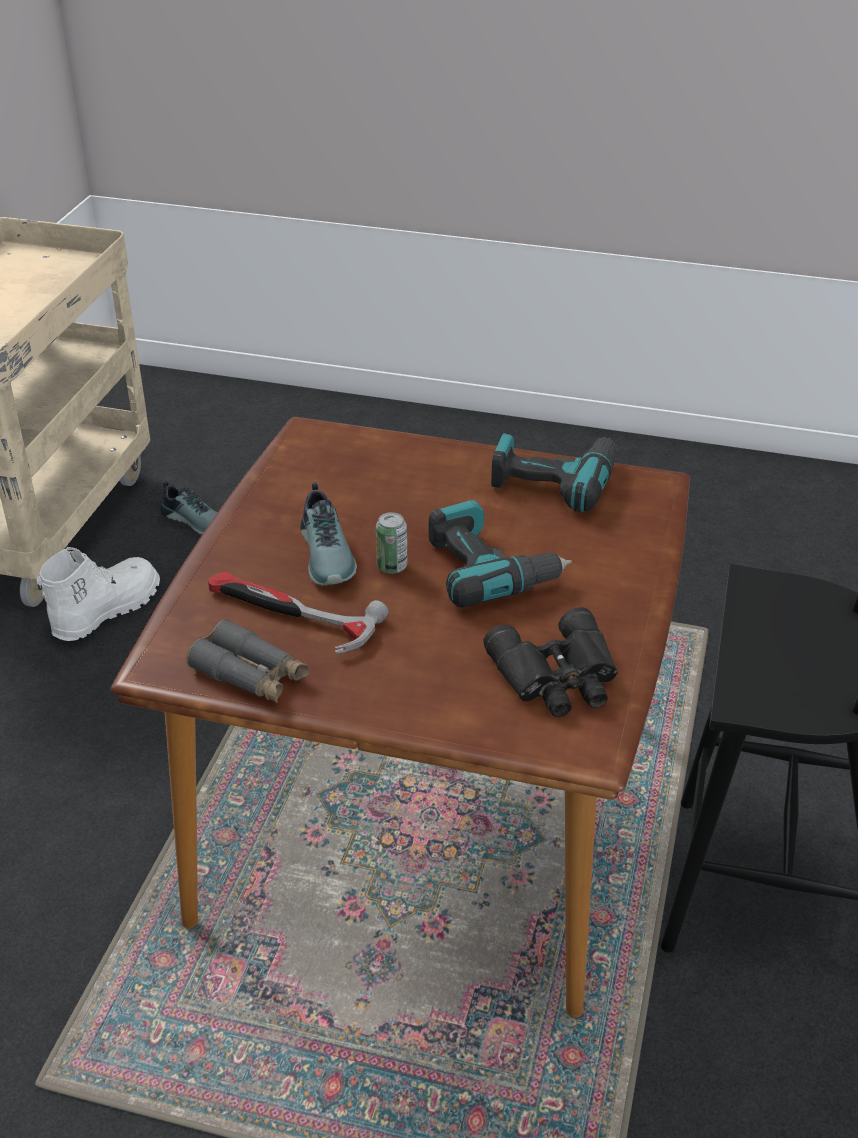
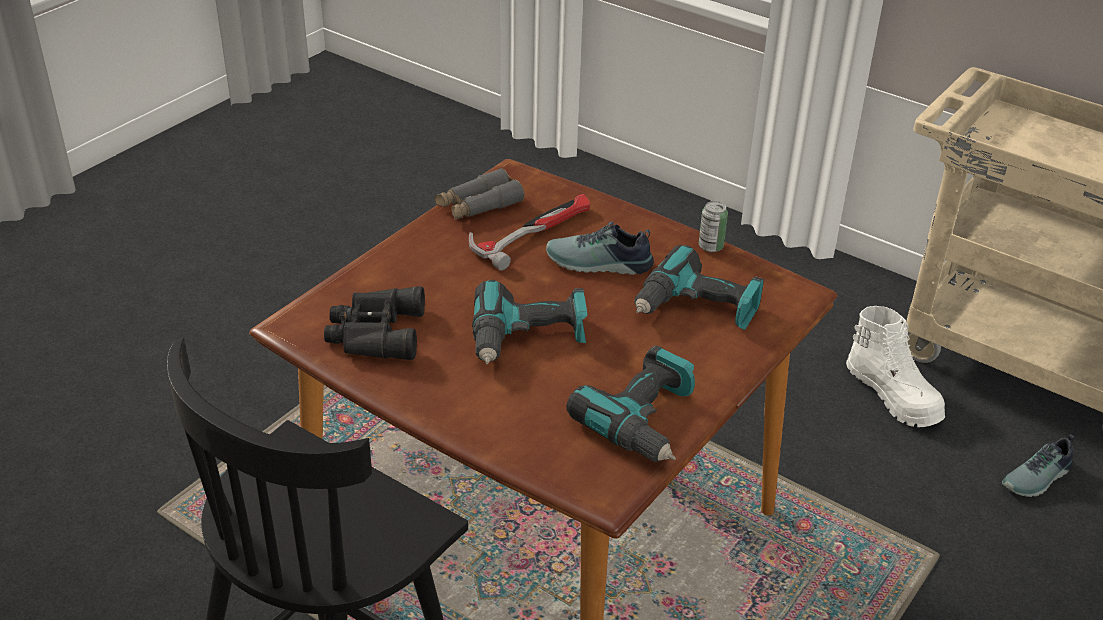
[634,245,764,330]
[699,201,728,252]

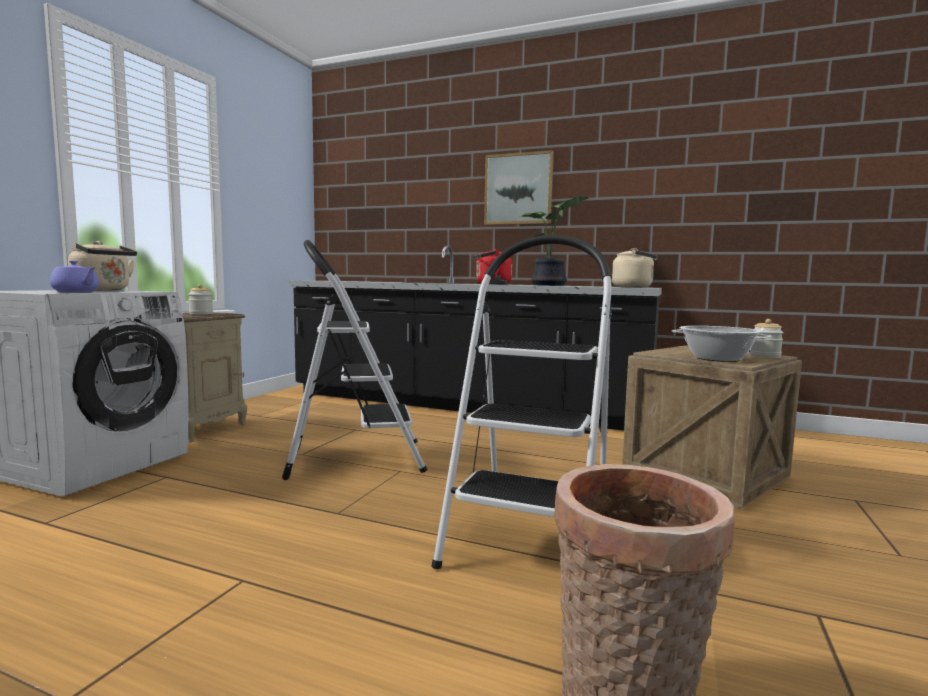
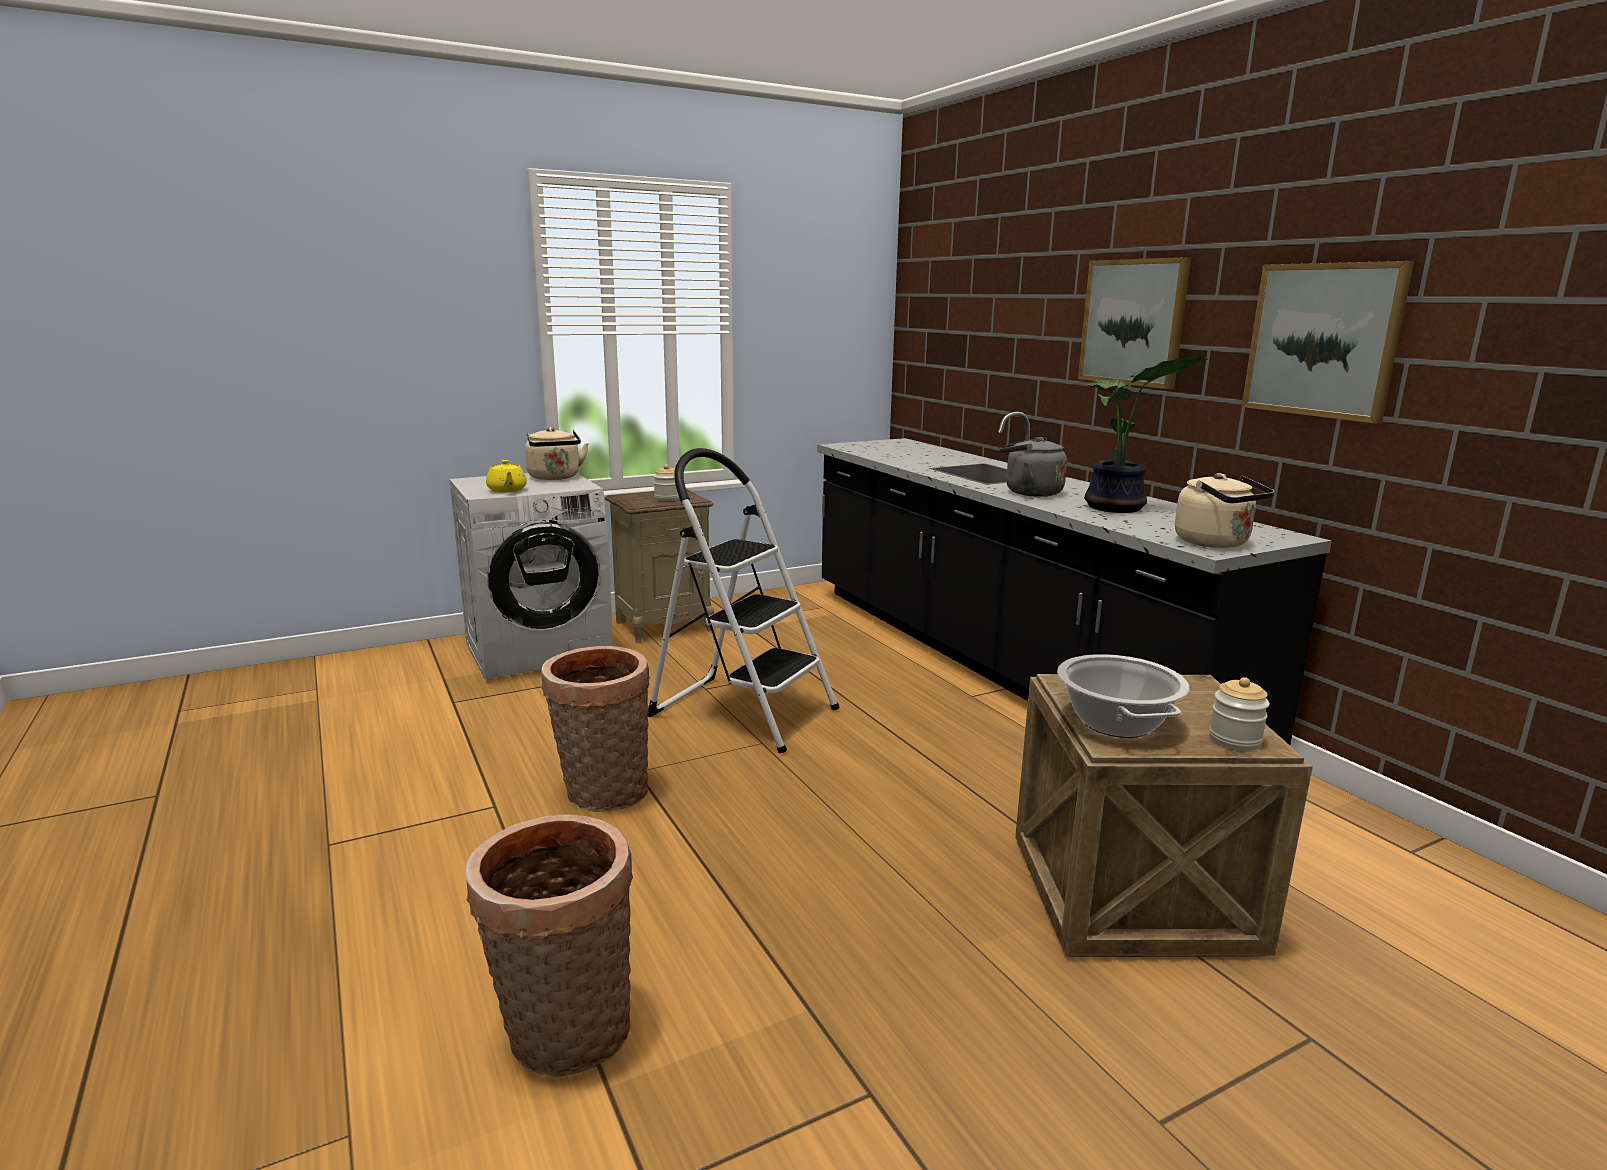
[431,235,612,569] (first image)
[541,646,650,812]
[1242,261,1414,423]
[486,460,527,493]
[1000,437,1067,497]

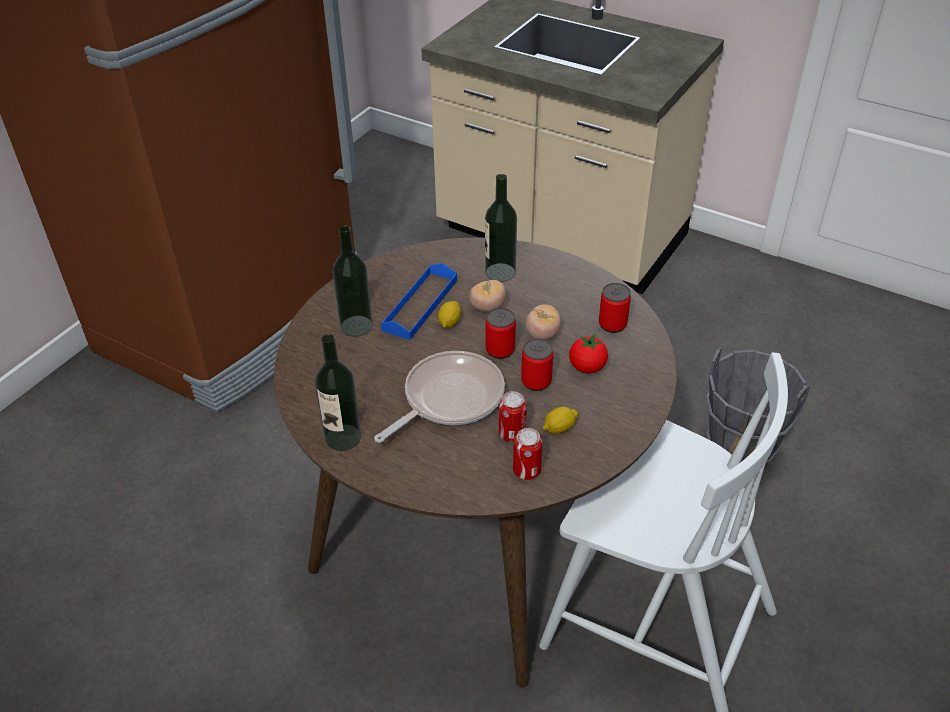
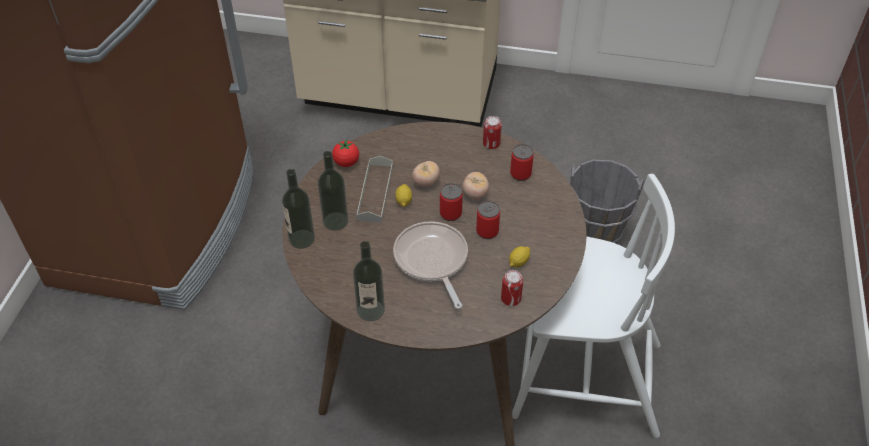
[282,169,315,249]
[483,116,502,149]
[332,139,359,167]
[356,156,393,223]
[393,222,468,309]

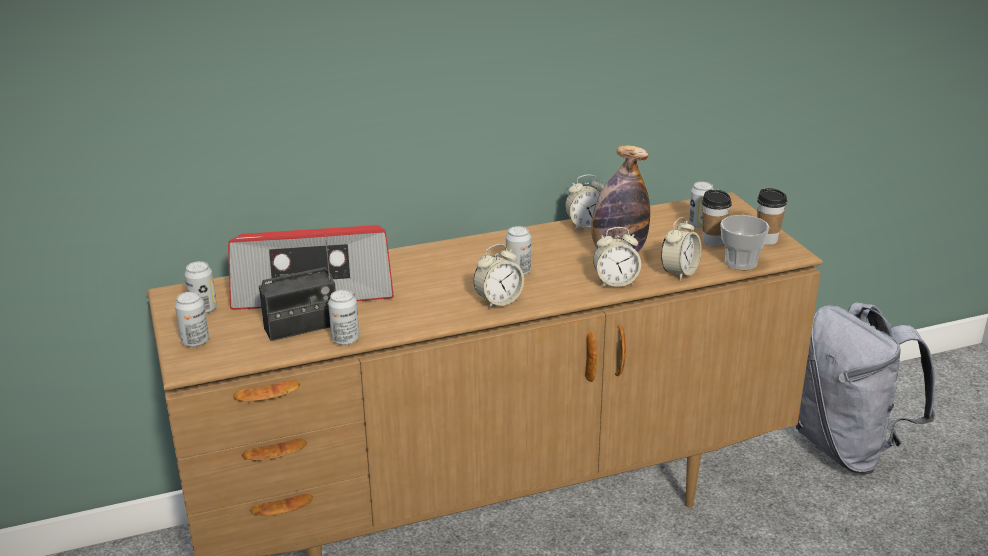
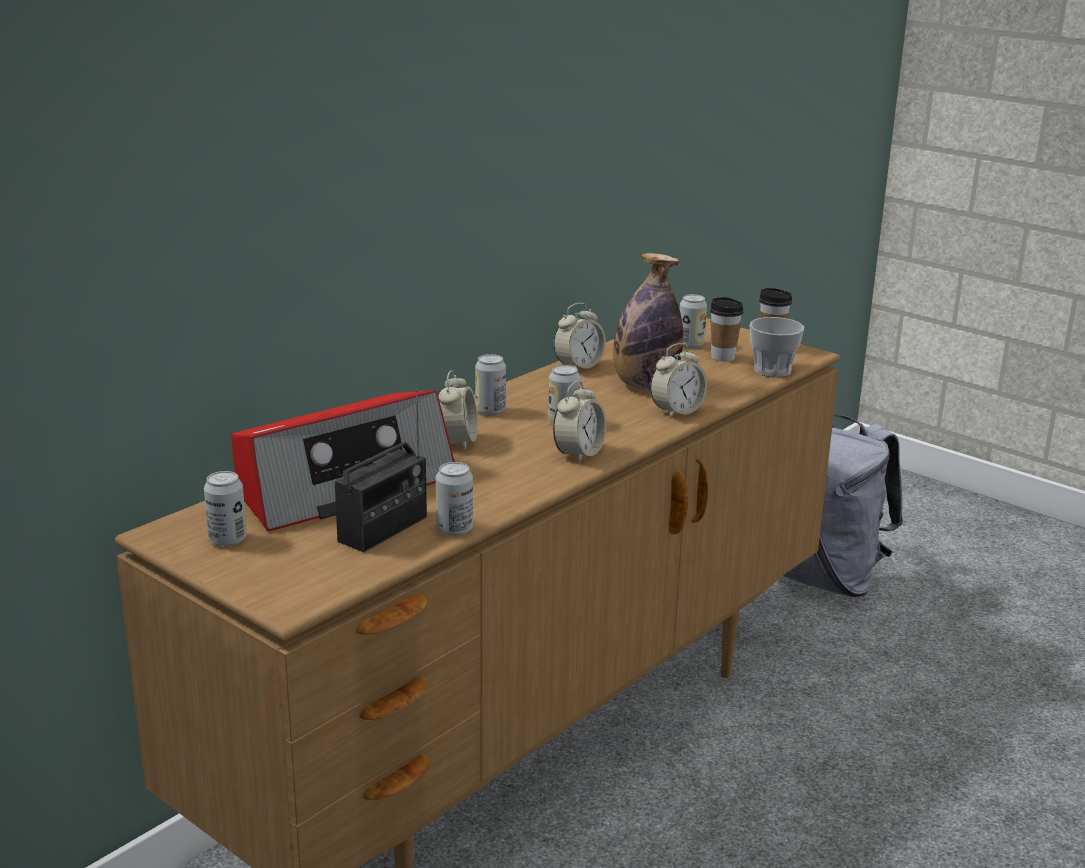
[475,354,506,416]
[438,370,478,451]

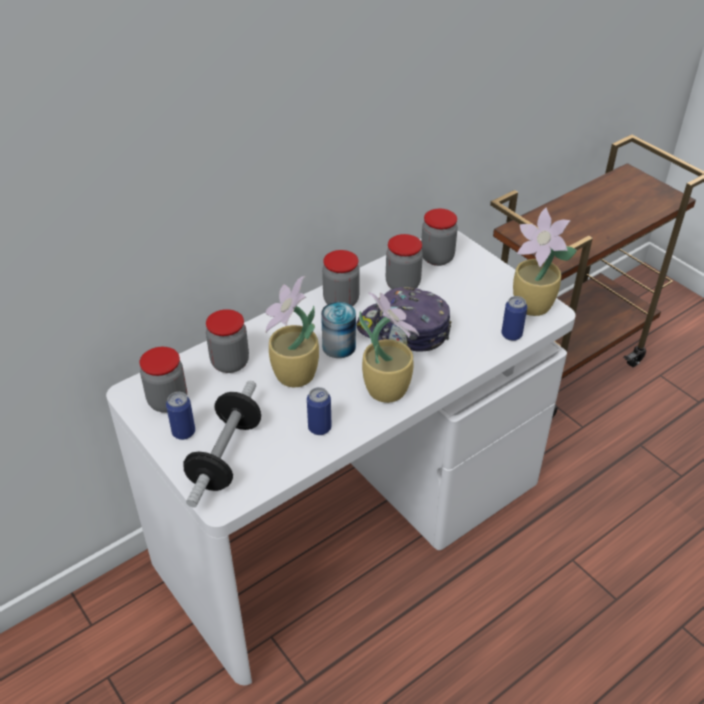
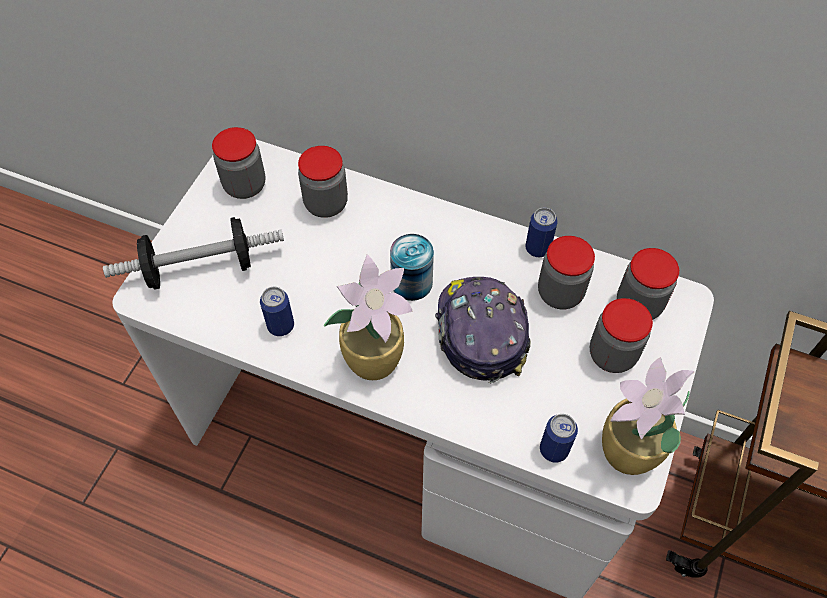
[265,276,319,387] (first image)
[525,208,558,257]
[590,298,653,373]

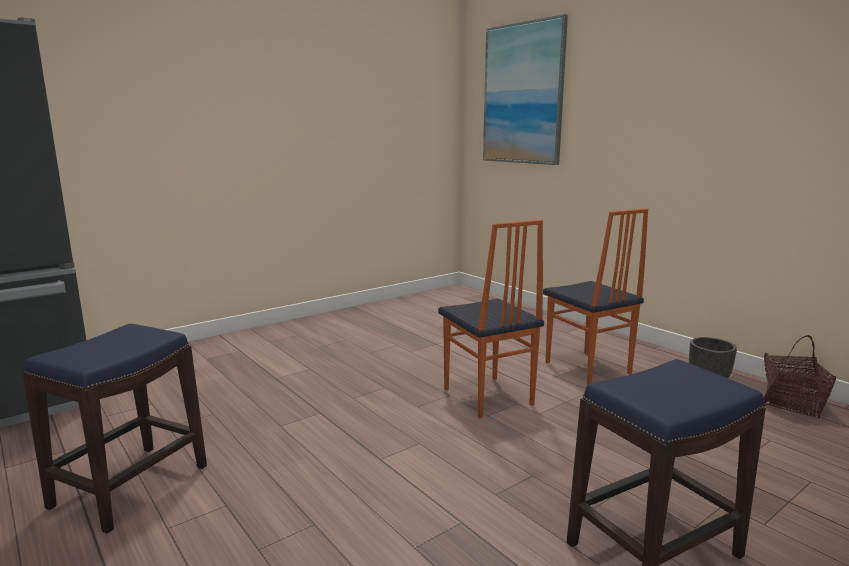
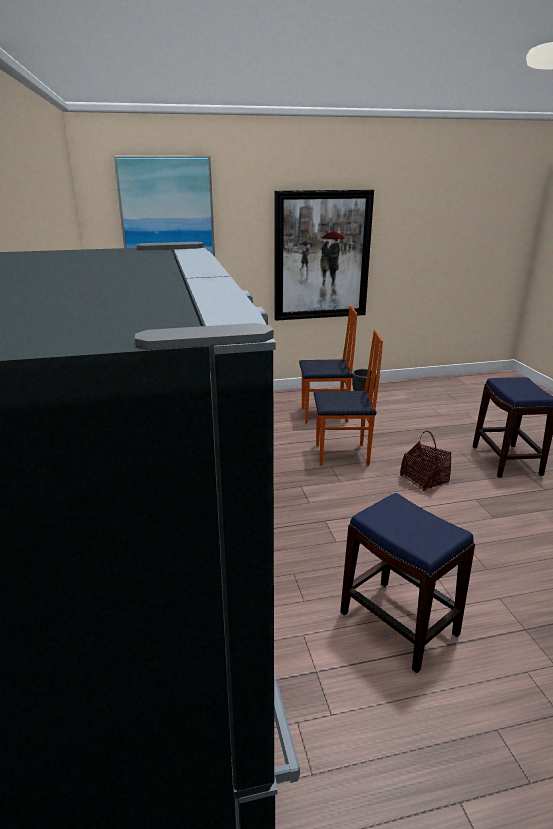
[274,190,374,321]
[400,431,451,491]

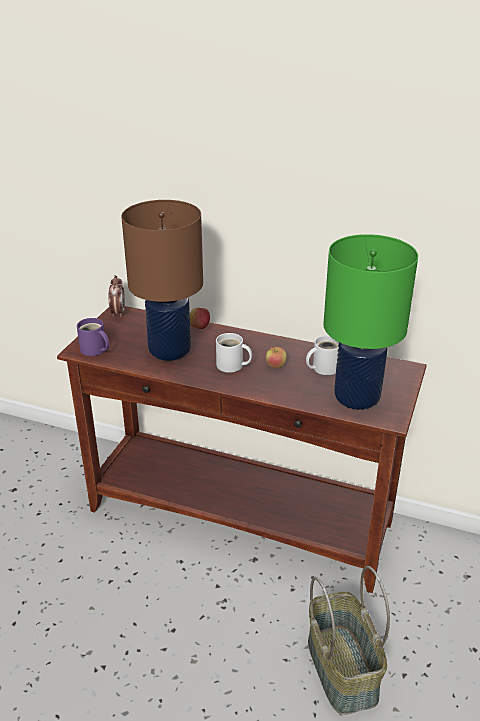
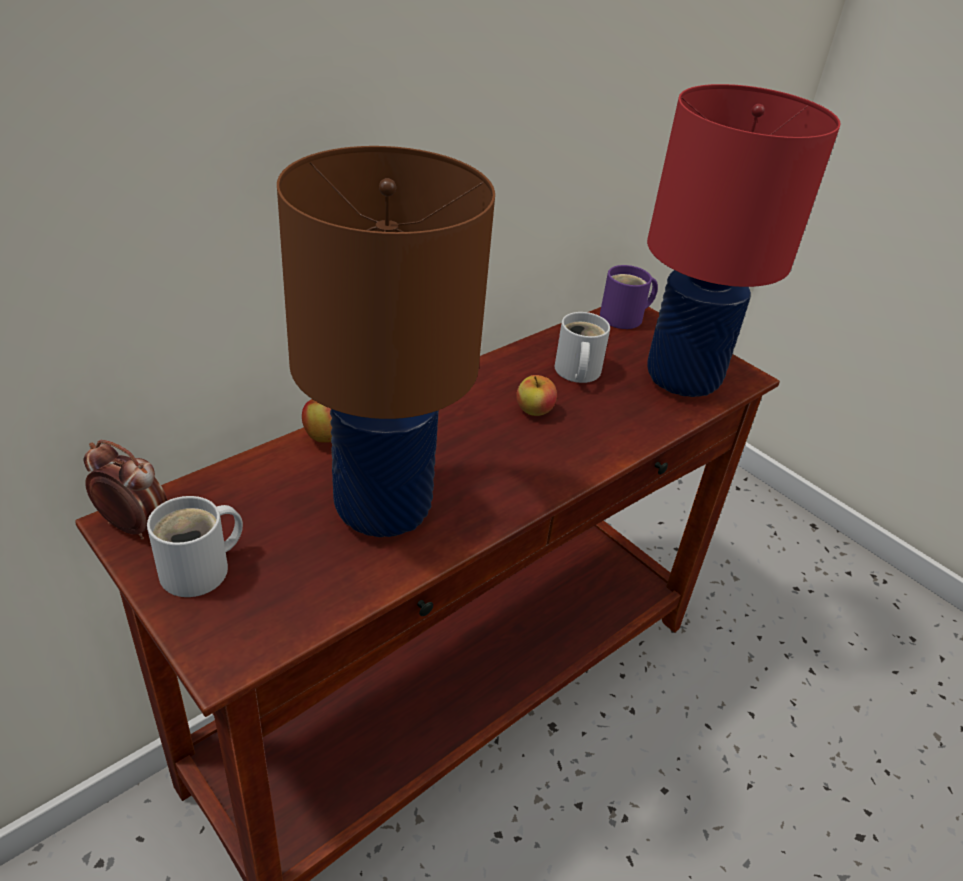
[308,566,390,715] (first image)
[600,265,658,329]
[147,496,243,597]
[647,84,841,397]

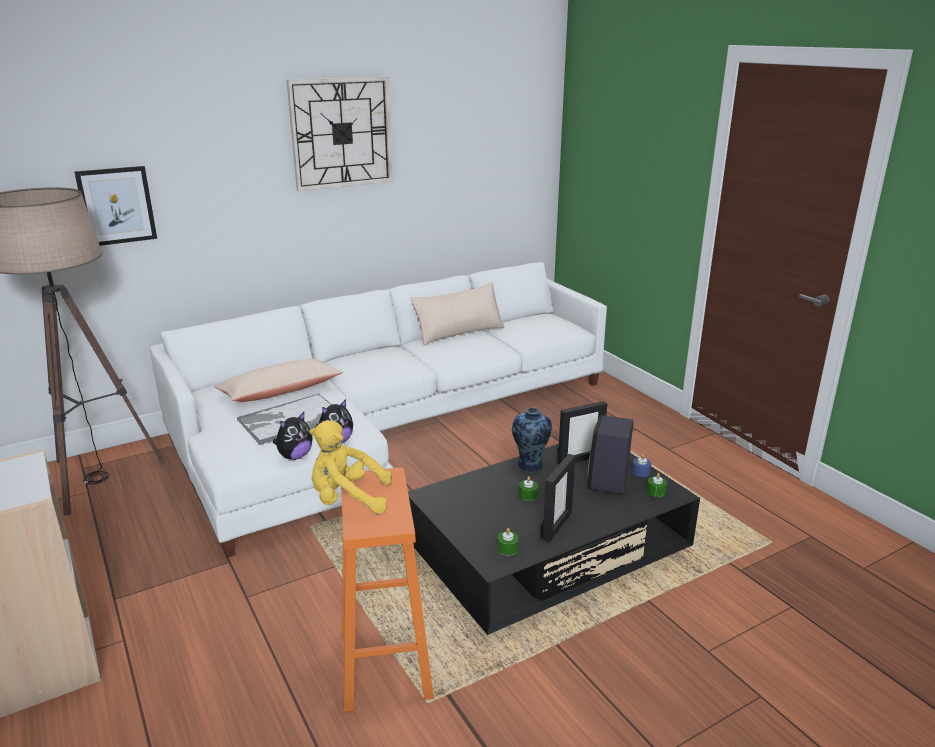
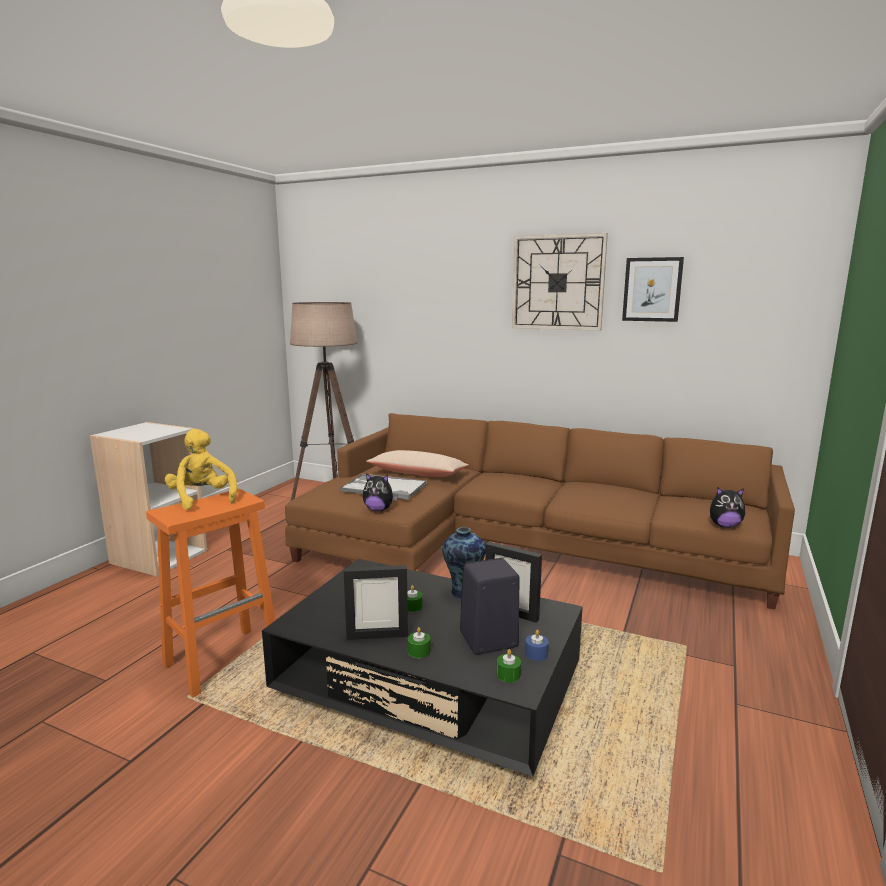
[411,282,504,346] (first image)
[622,257,684,322]
[710,488,745,528]
[408,627,430,658]
[285,413,795,609]

